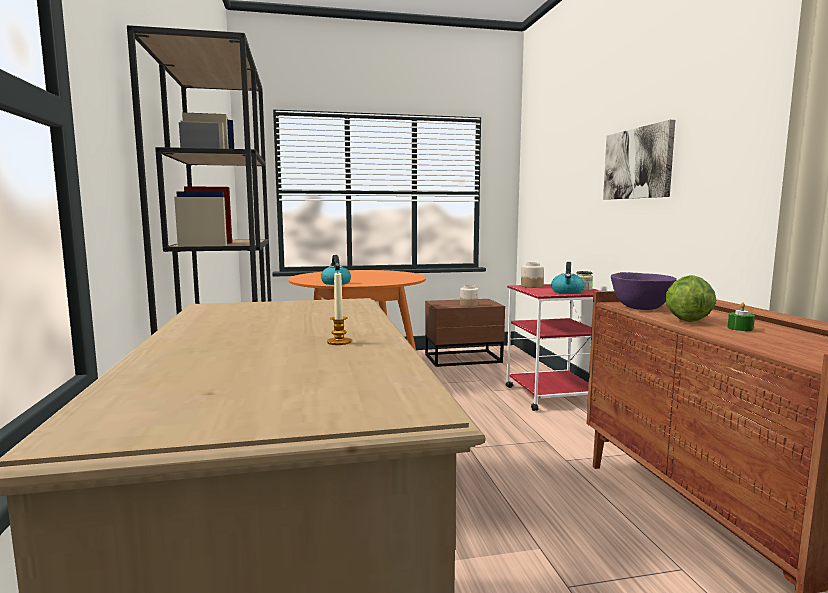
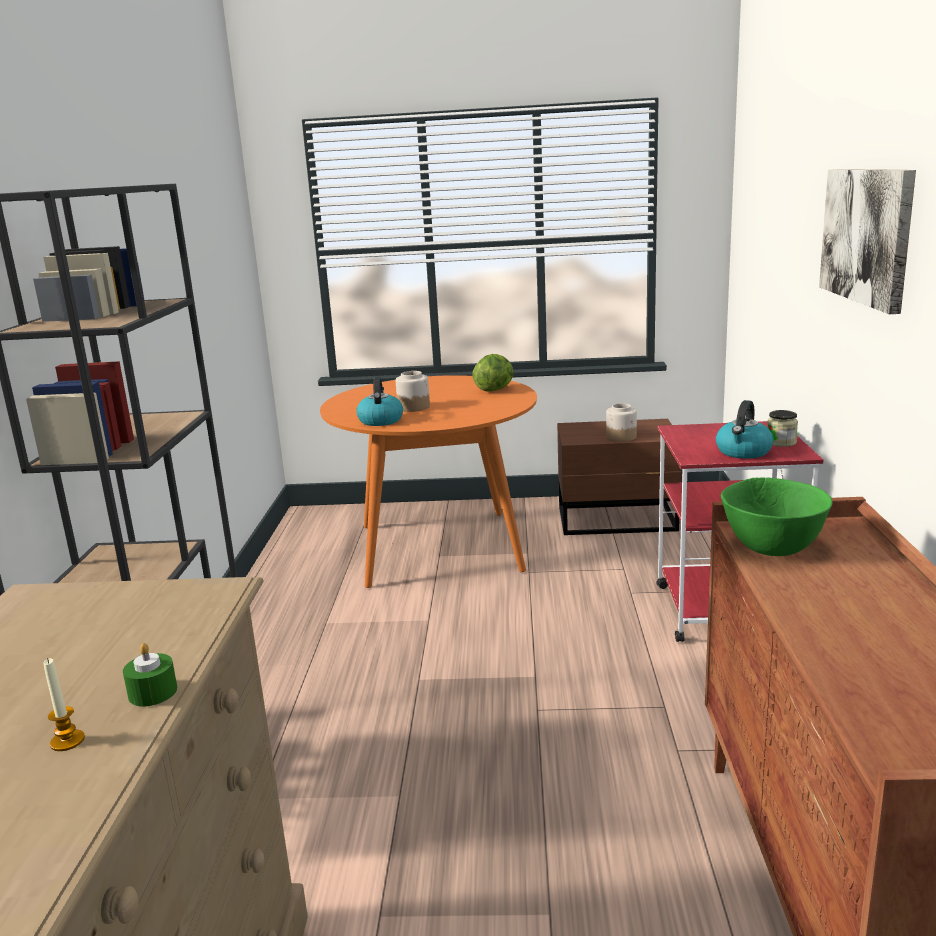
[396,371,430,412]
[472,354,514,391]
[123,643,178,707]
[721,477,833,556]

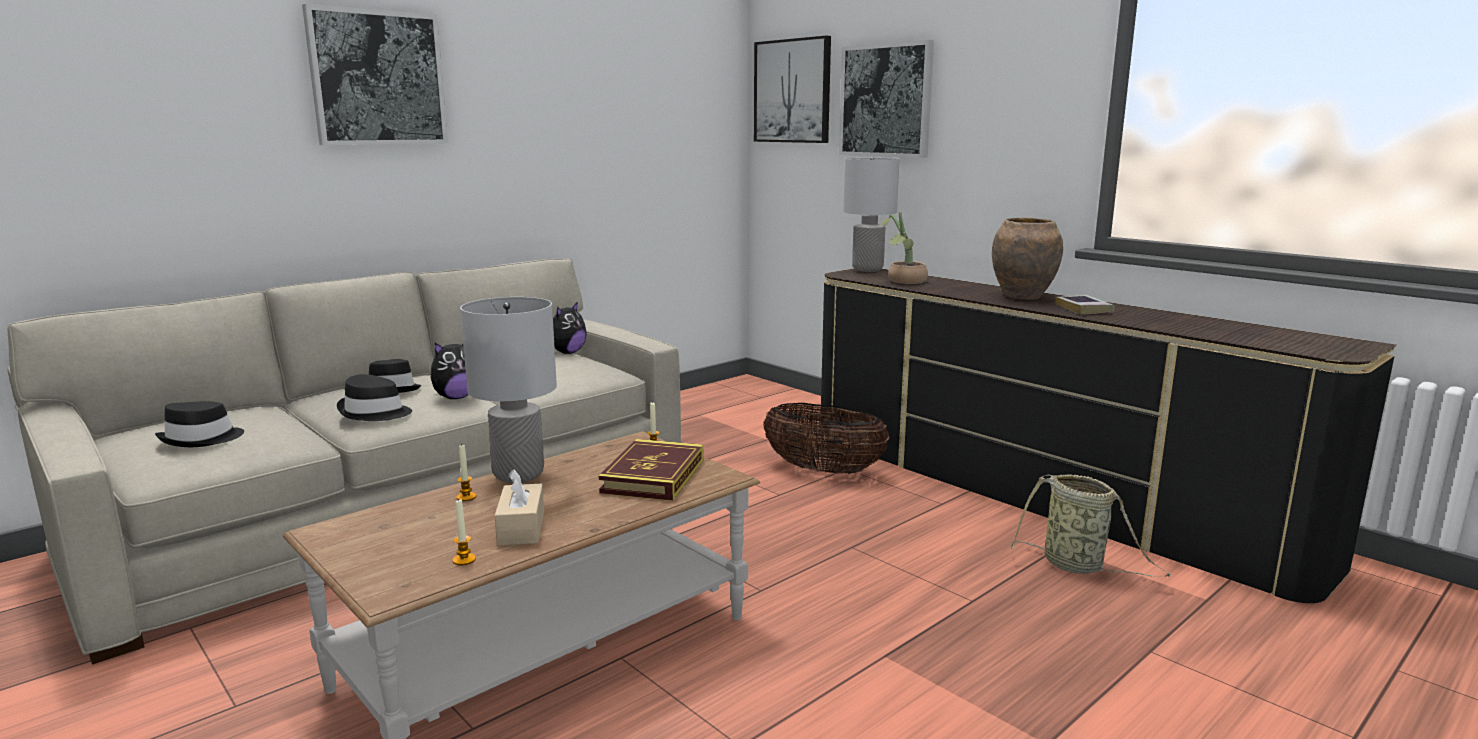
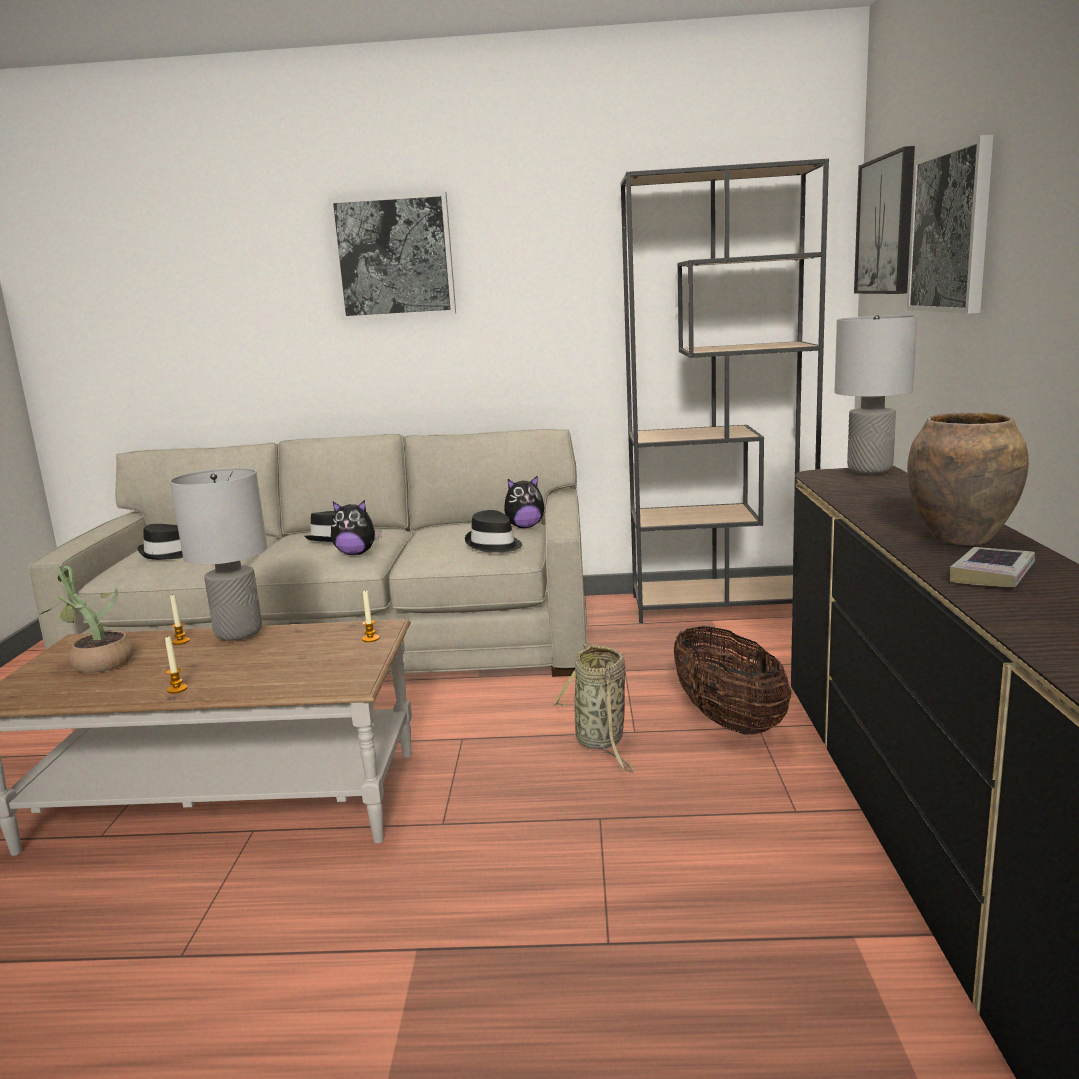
[495,469,544,546] (first image)
[599,439,703,501] (first image)
[620,159,829,623]
[465,510,522,553]
[165,635,188,694]
[41,566,134,673]
[552,642,635,772]

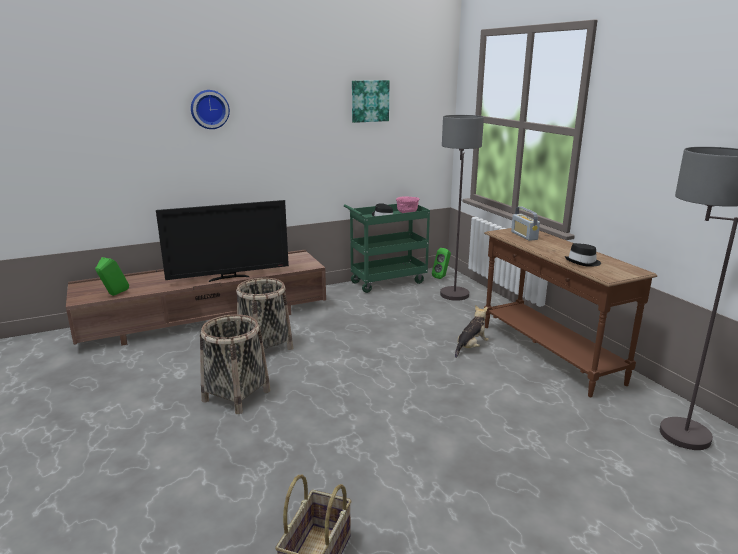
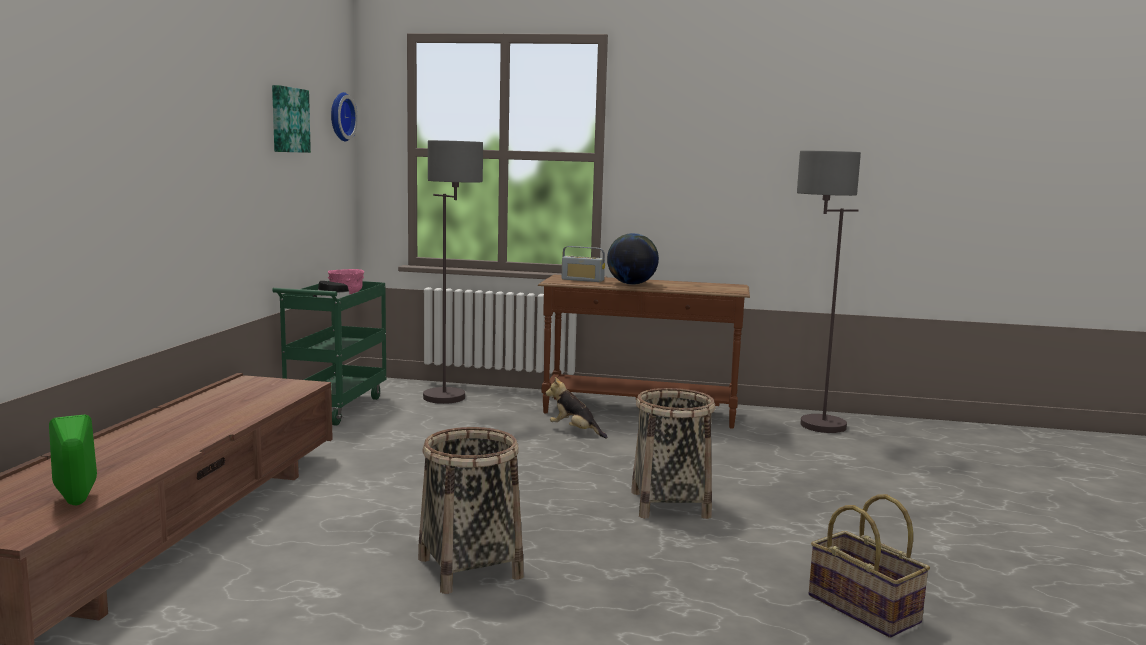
[156,200,289,282] (first image)
[432,248,451,279] (first image)
[565,243,601,267] (first image)
[607,233,659,285]
[331,92,358,142]
[631,388,716,519]
[546,377,608,438]

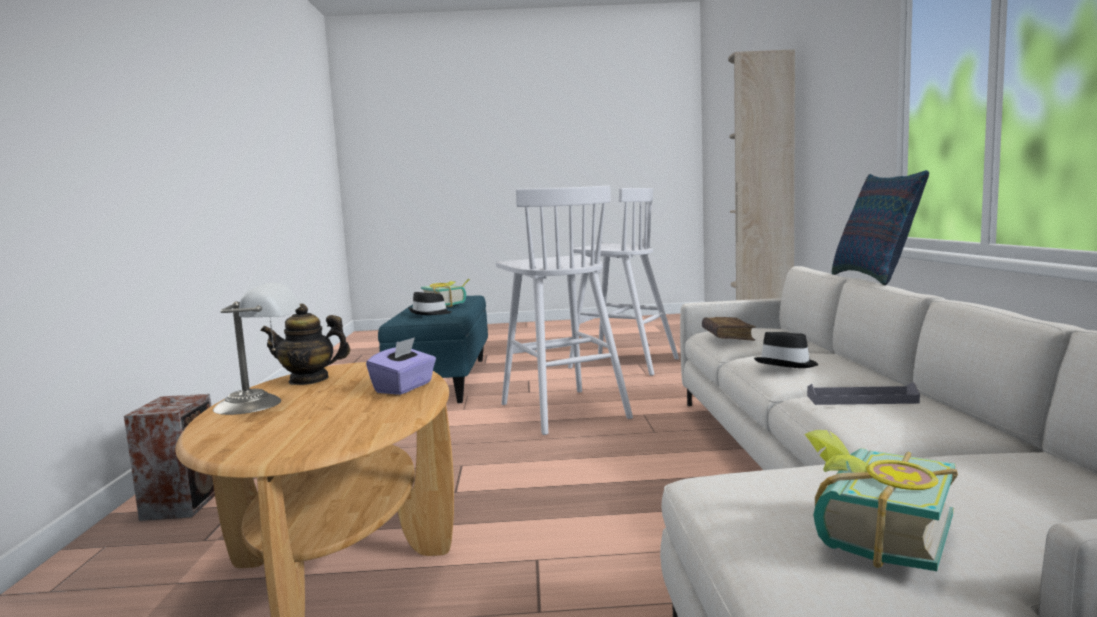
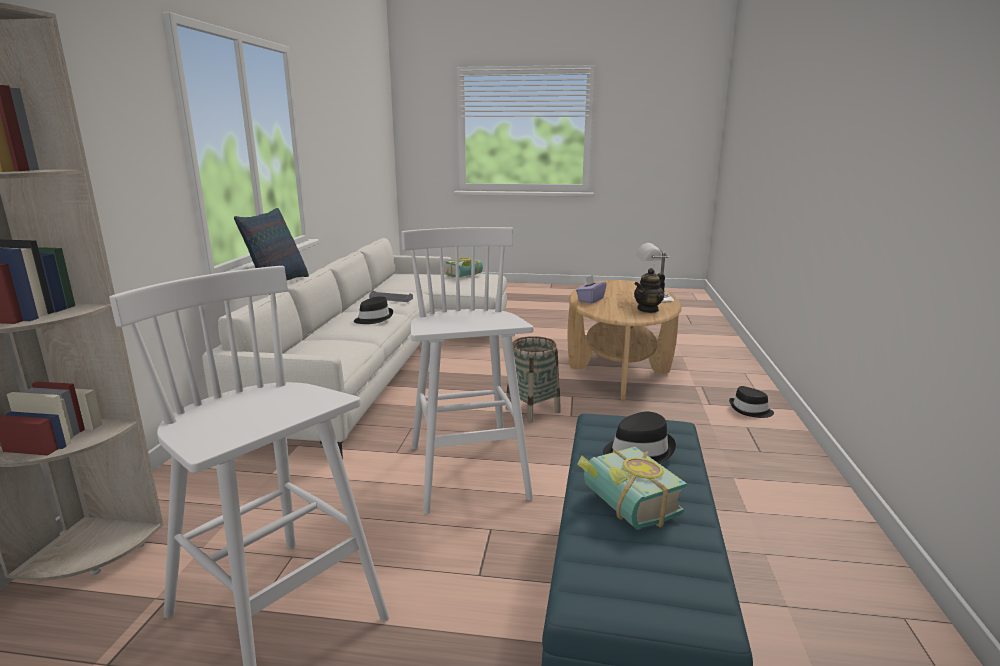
[702,317,756,341] (first image)
[506,336,561,423]
[729,386,774,418]
[634,268,665,313]

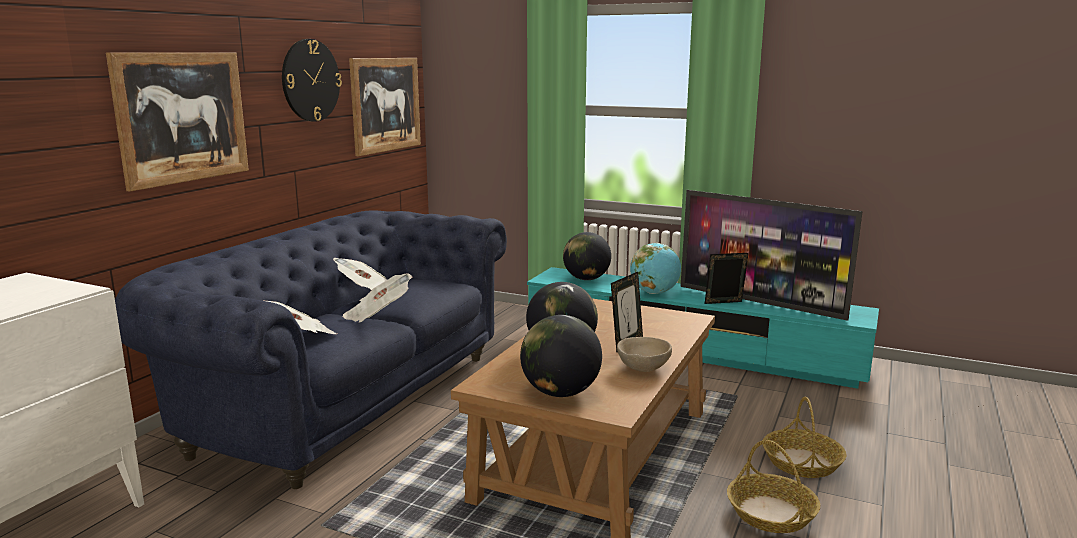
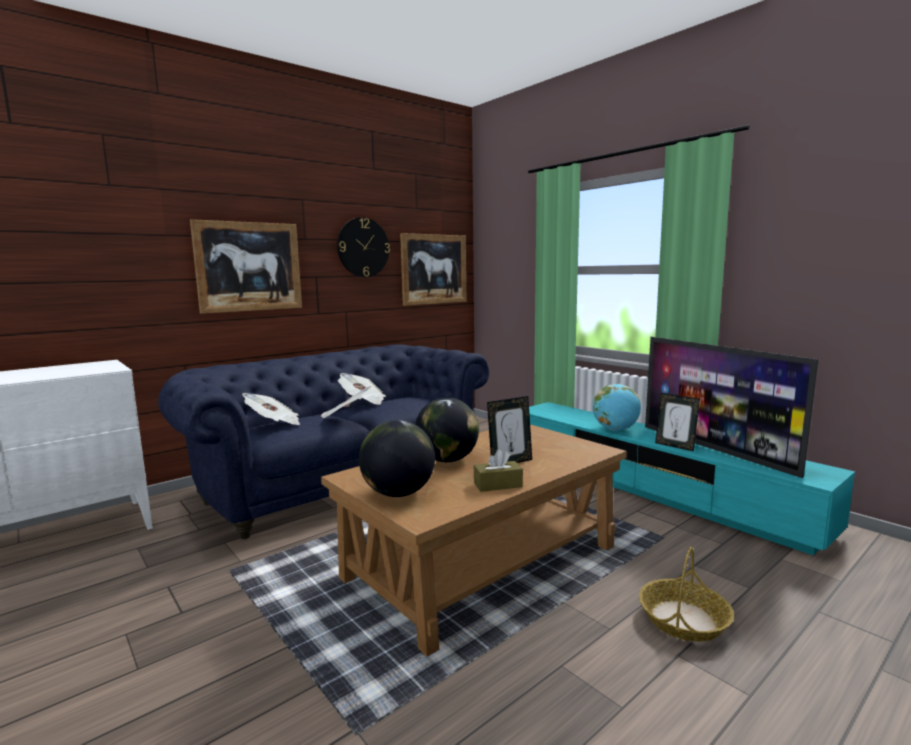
[563,232,611,280] (first image)
[727,440,820,533] (first image)
[474,449,523,492]
[655,393,700,451]

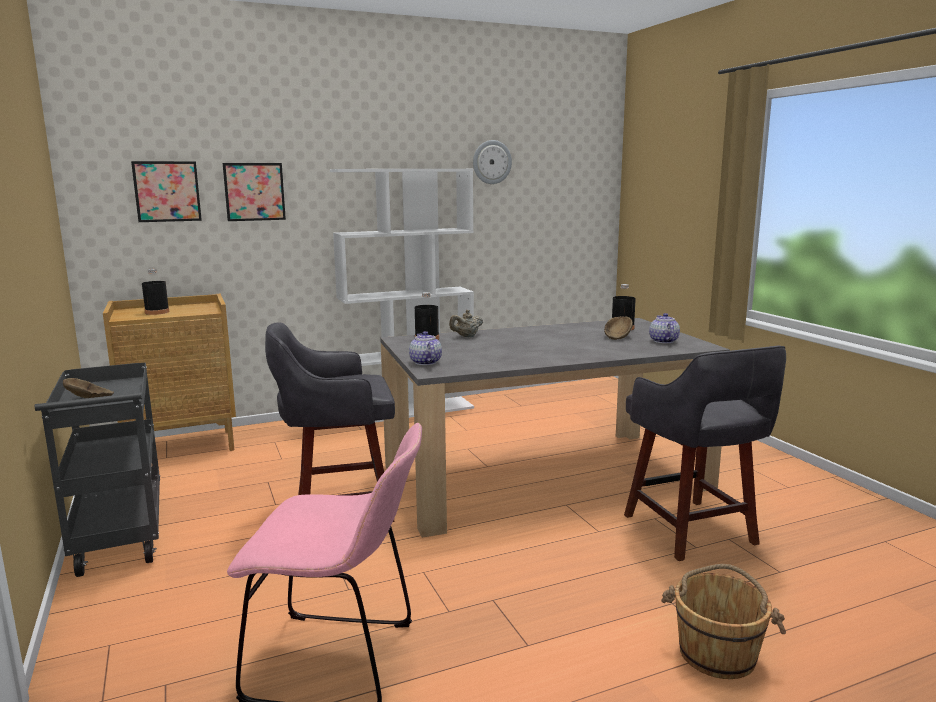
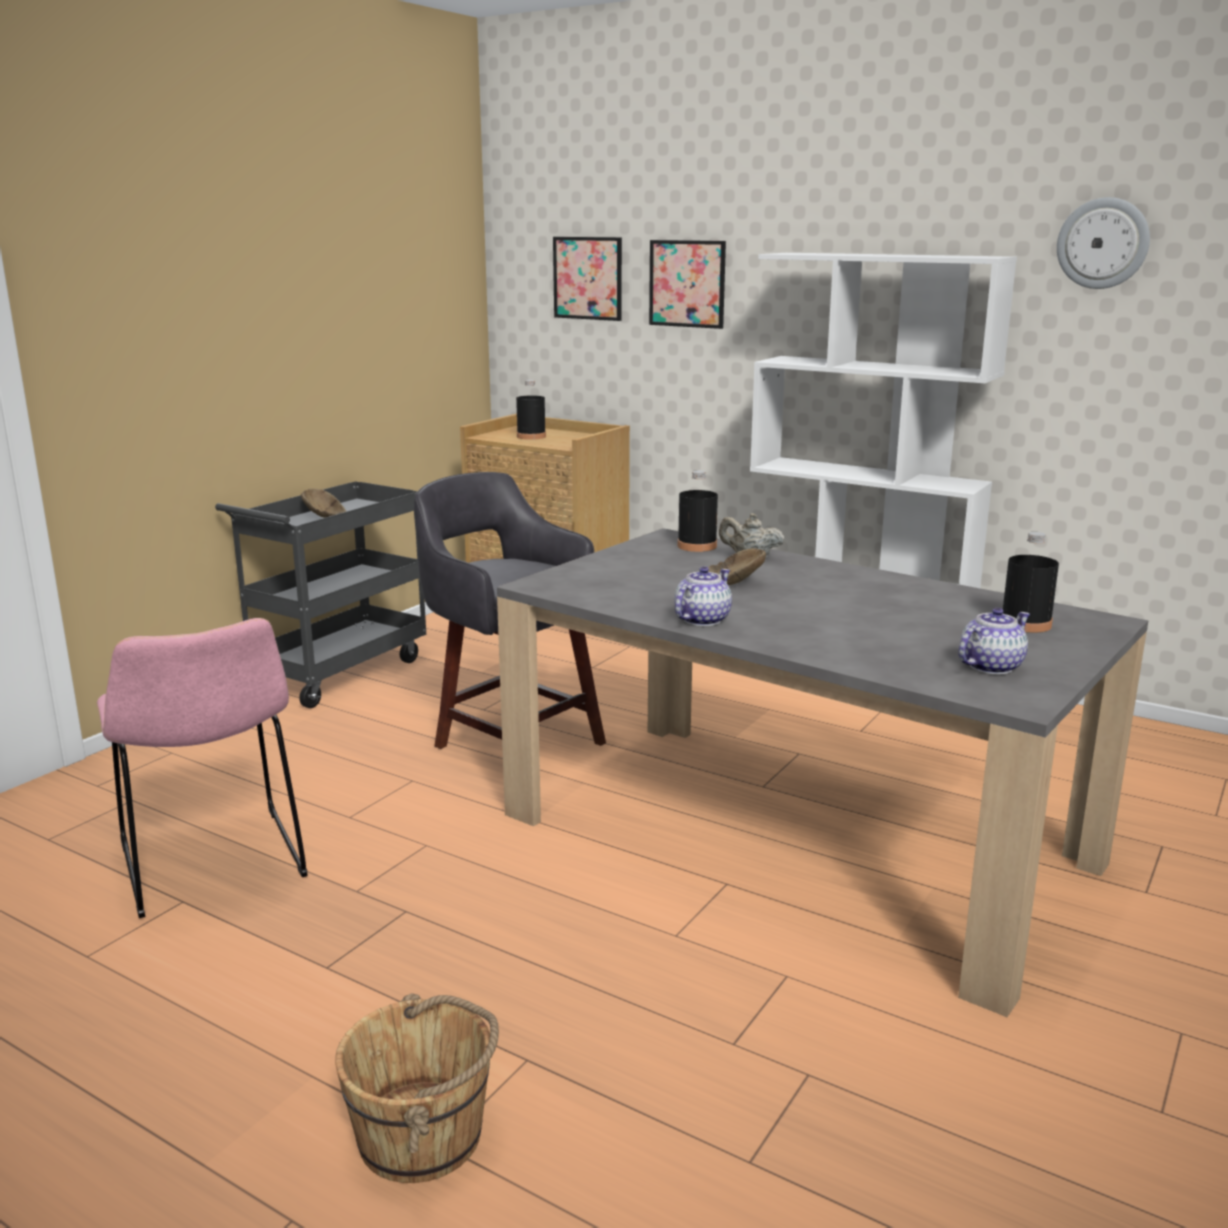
[624,345,786,561] (first image)
[674,566,732,626]
[708,548,766,585]

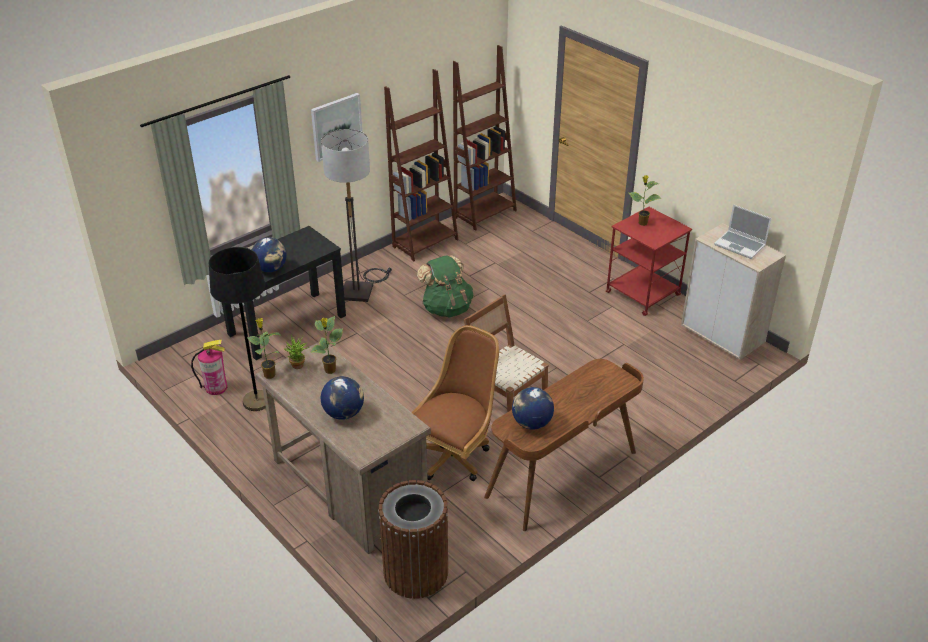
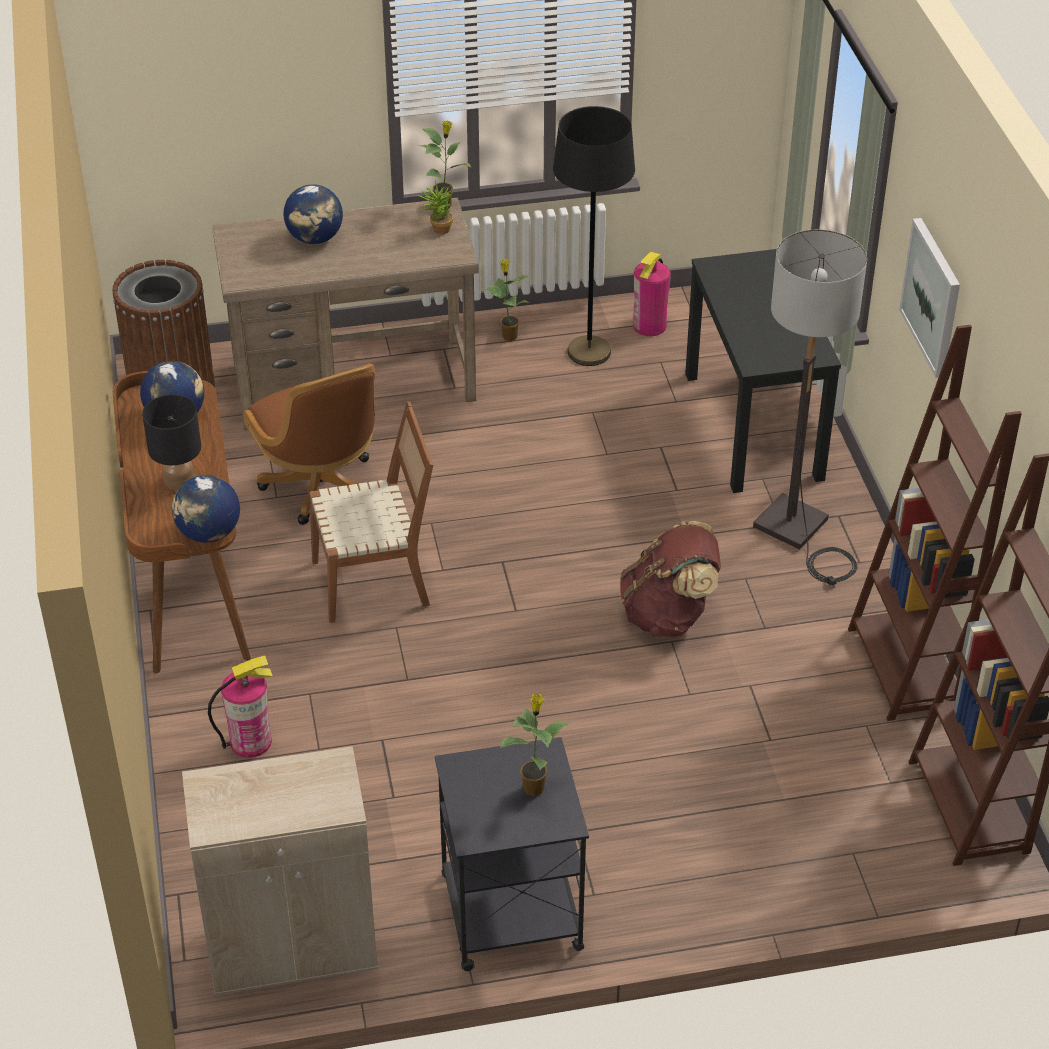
[714,205,771,259] (first image)
[142,394,201,491]
[208,656,273,758]
[172,475,240,543]
[484,259,534,341]
[620,521,721,637]
[435,737,589,971]

